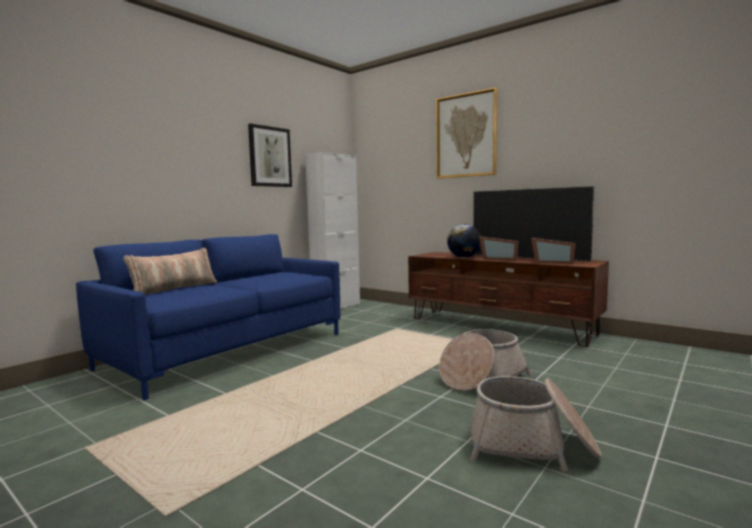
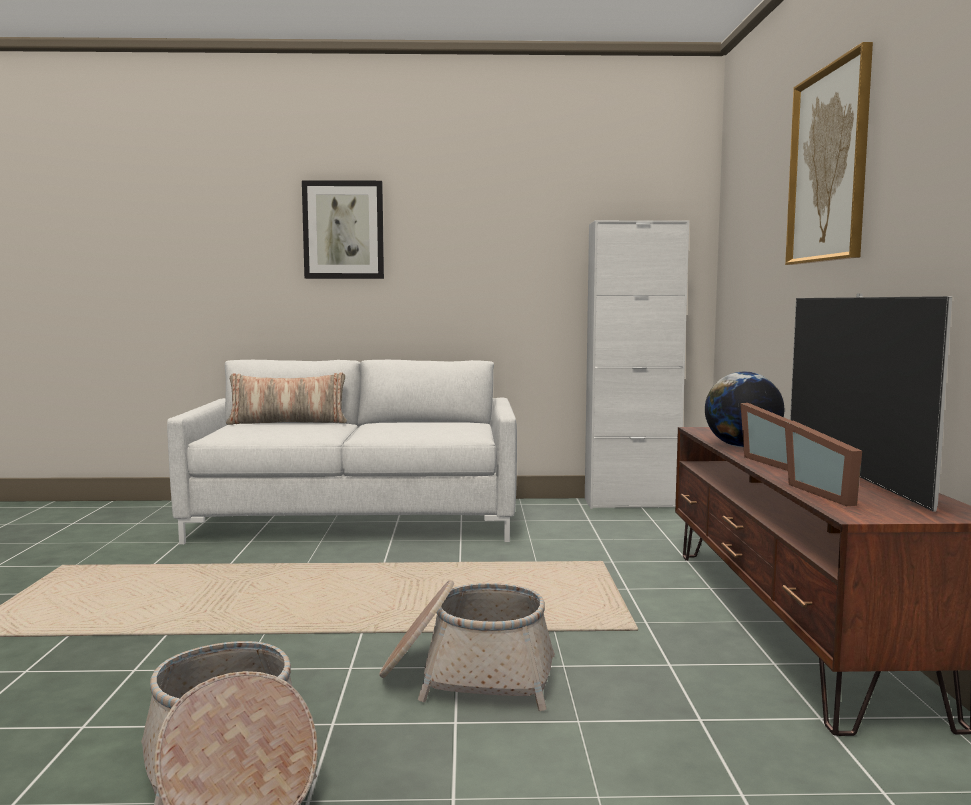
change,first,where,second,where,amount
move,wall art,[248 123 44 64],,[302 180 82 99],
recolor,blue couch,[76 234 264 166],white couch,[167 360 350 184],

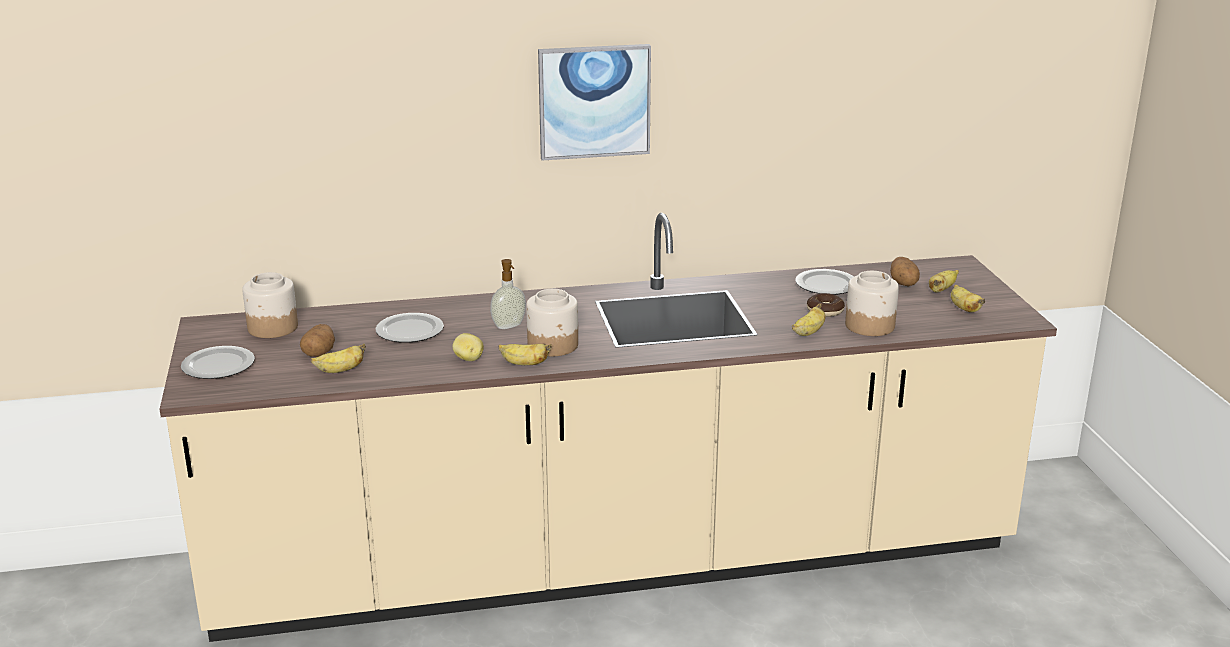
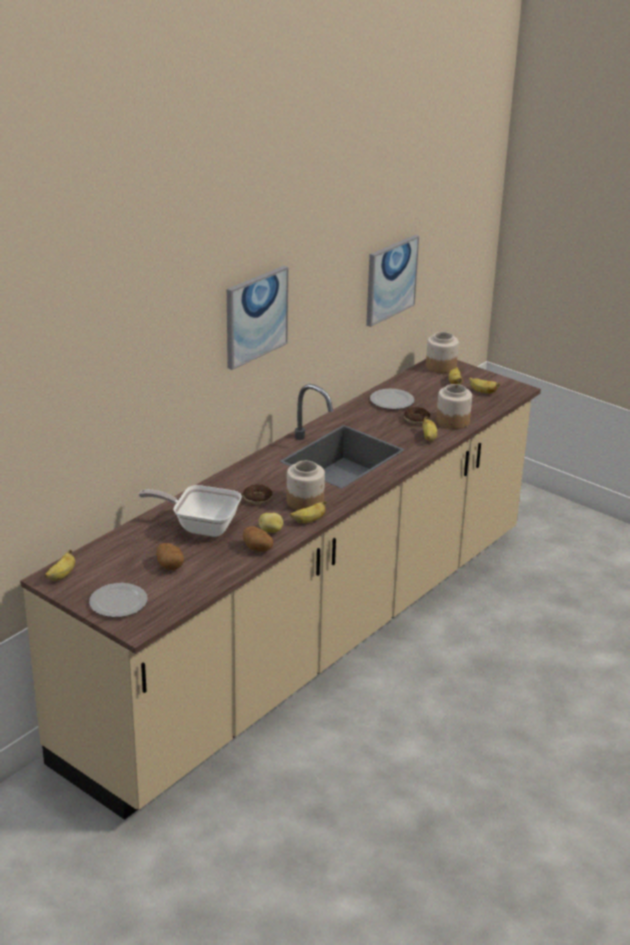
change,first,where,second,where,amount
insert,,,wall art,[366 235 53 92],
move,storage jar,[242 272 56 66],,[426 332 33 41],
move,whole banana,[311 344 55 29],,[45 550 30 31],
move,whole potato,[890 257 30 30],,[243 526 30 26],
replace,dinner plate,[375 313 69 30],frying pan,[138 485 104 52],
replace,liquid soap bottle,[490 259 36 70],ring doughnut,[243 484 29 20],

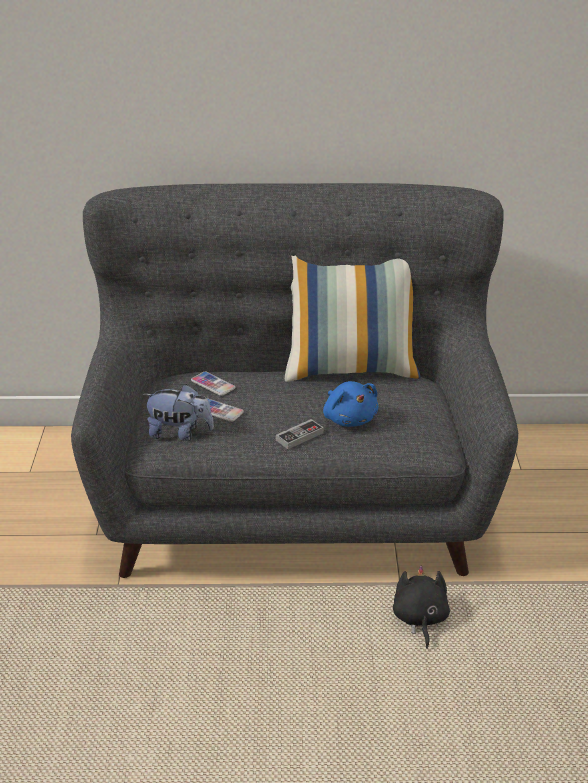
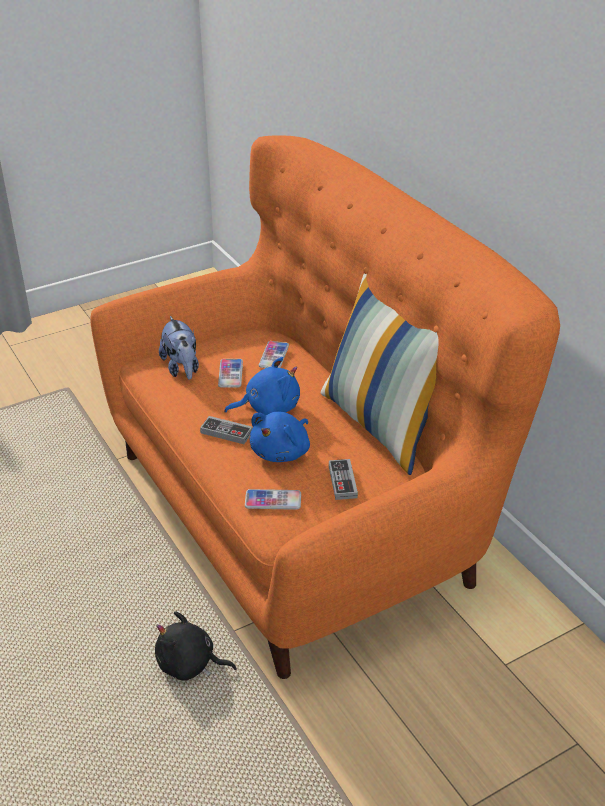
change,first,where,second,where,amount
insert,,,blue plush toy,[224 357 76 58],
insert,,,handset,[245 489 56 21],
insert,,,game controller,[329 459 29 41],
recolor,grey couch,[71 183 447 395],orange couch,[90 135 470 544],
rotate,blackish plush toy,[393 566 57 83],,[155 611 82 69],135 degrees counterclockwise

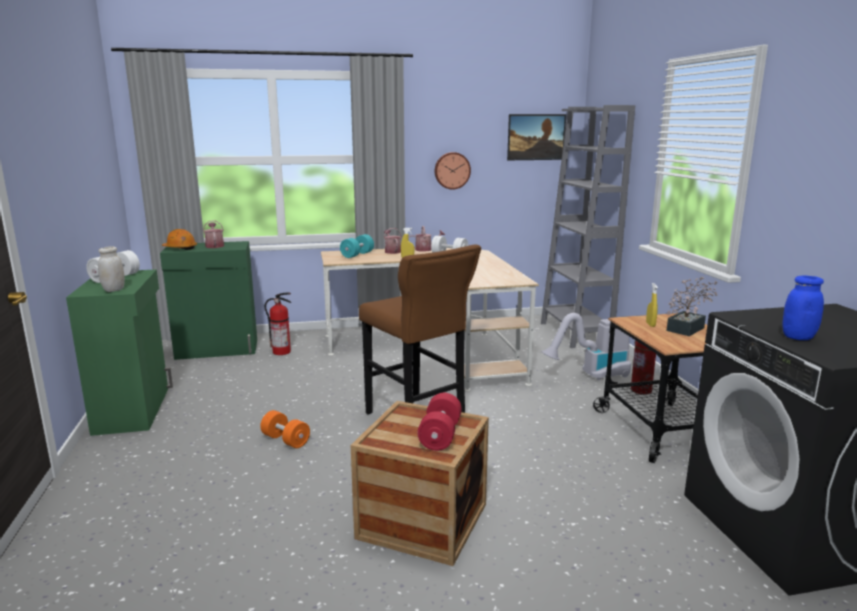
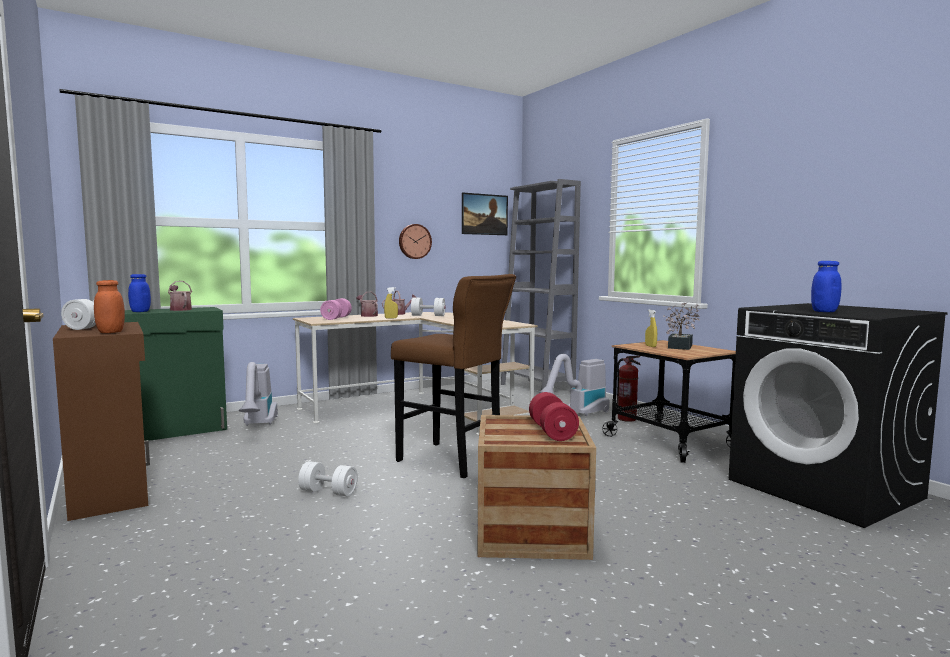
change,first,where,second,where,amount
replace,orange work helmet,[162 229 35 21],blue storage jar,[128 274 23 38],
replace,extinguisher,[265 292 26 63],vacuum,[239 362 39 64],
recolor,green-coloured cupboard,[66 269 107 167],brown-coloured cupboard,[53 322 97 199],
recolor,white storage jar,[98 246 27 46],orange storage jar,[94 280 31 53],
recolor,orange hand weight,[260 410 50 38],white hand weight,[298 461 60 36],
recolor,turquoise-coloured hand weight,[340 234 34 24],pink hand weight,[320 298 32 22],

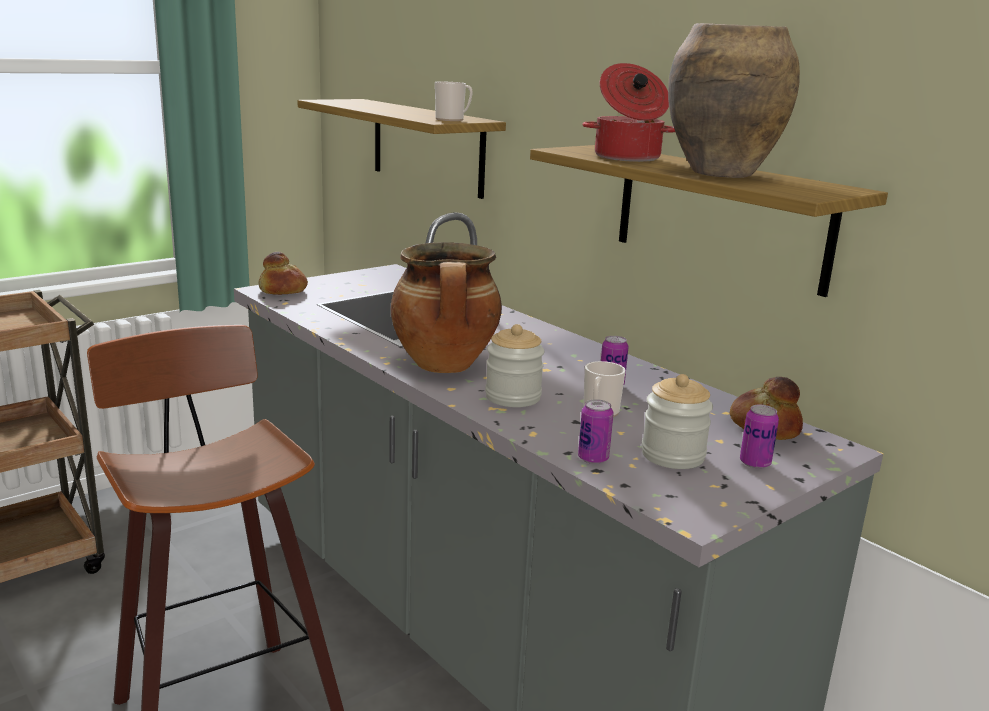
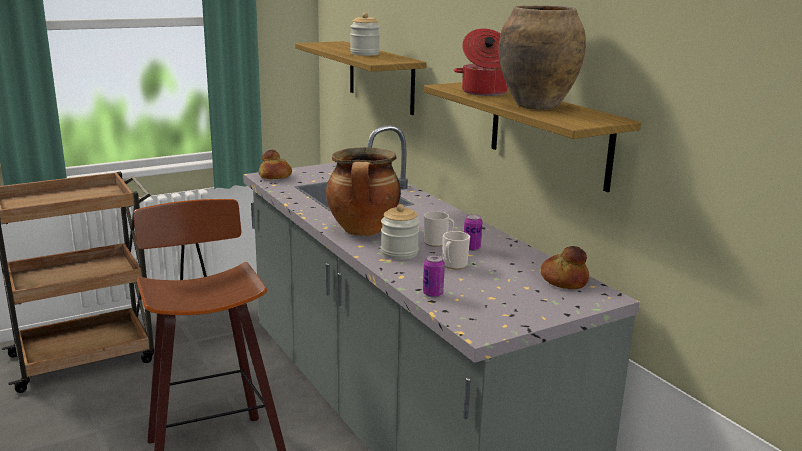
change,first,where,second,where,amount
delete,can,[740 404 39 65],,,
move,tea mug,[435 82 38 39],,[424 211 30 36],
move,storage jar,[641 374 72 95],,[350 13 30 43],

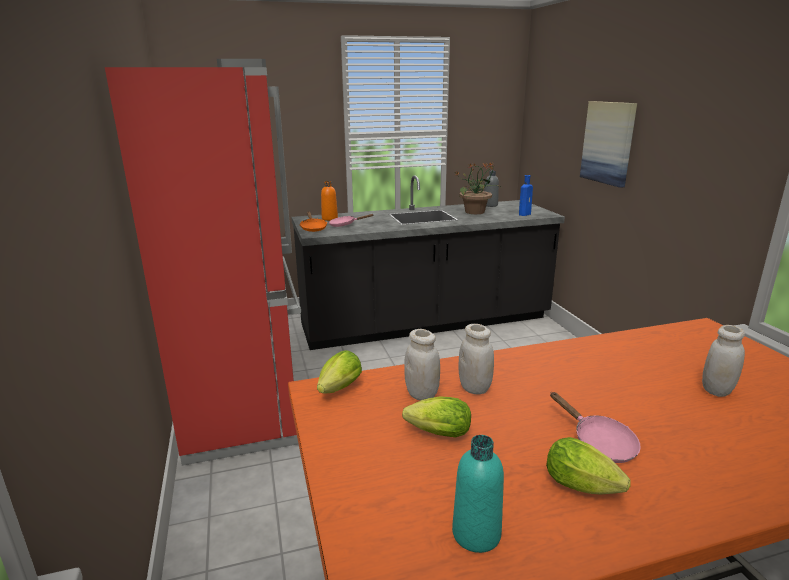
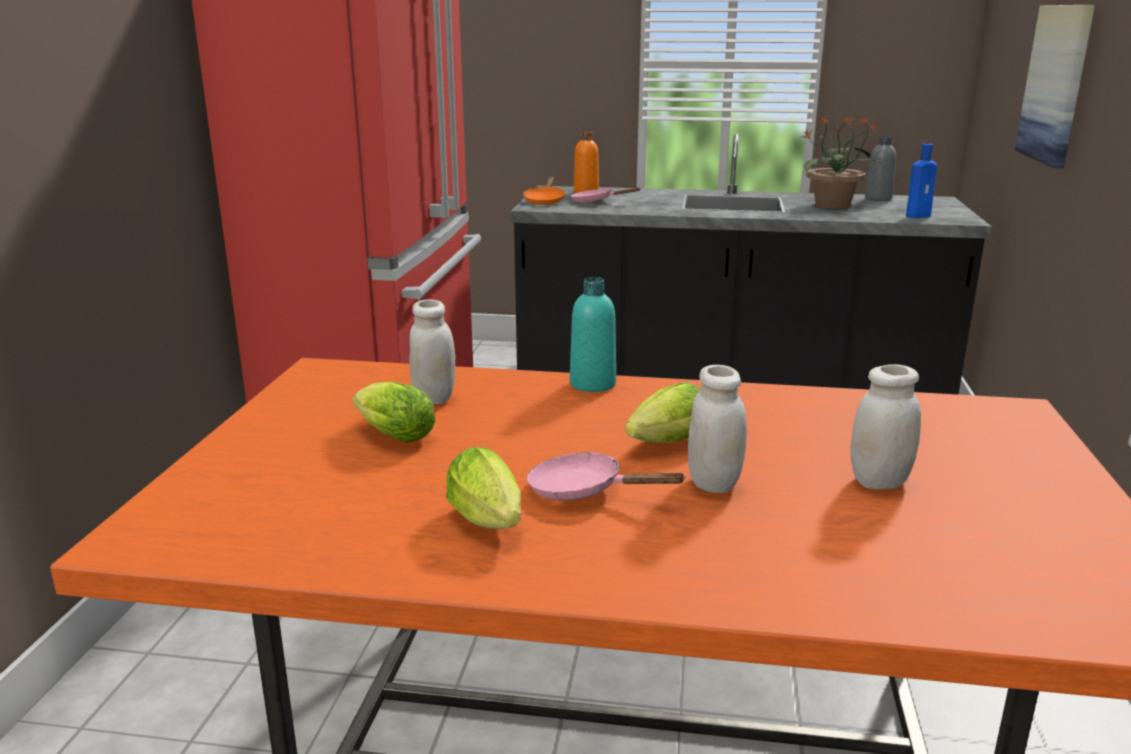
change,first,where,second,where,amount
move,lettuce head,[317 350 45 43],,[626 382 75 61],
move,turquoise-coloured beverage bottle,[452 435 52 118],,[570 277 46 115],
move,white storage jar,[459 324 35 71],,[688 365 59 128],
rotate,pink frying pan,[550 392 91 71],,[527 452 159 49],120 degrees clockwise

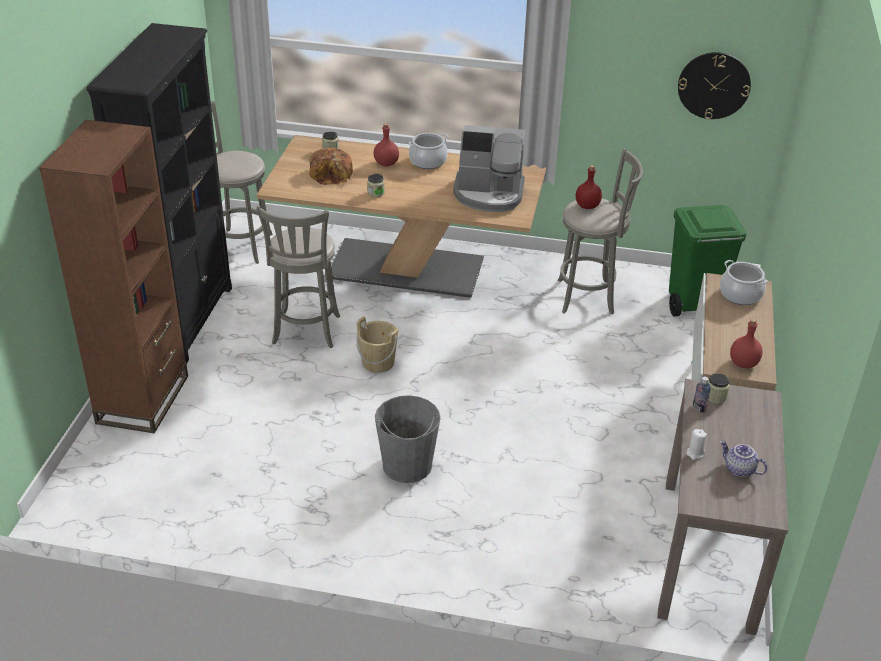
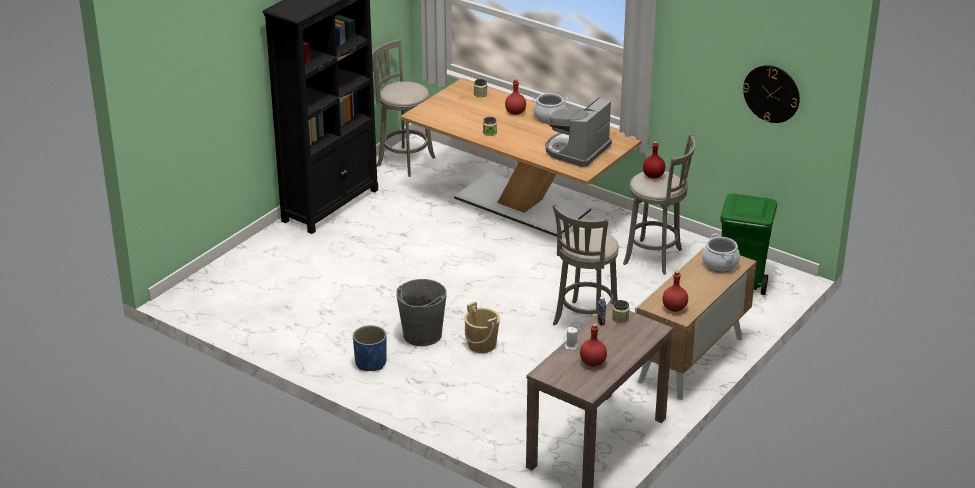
change,first,where,second,where,amount
delete,brown-coloured shelving unit,[39 120 149 313],,,
delete,bread,[309 148 44 37],,,
insert,,,blue planter,[353 325 34 46],
move,grey stool,[256 206 84 142],,[553 204 66 121],
move,beige-coloured bucket,[357 316 42 57],,[464 301 36 52],
replace,teapot,[720 440 47 37],red-coloured beverage bottle,[580 323 27 44],
rotate,coffee machine,[453 125 72 87],,[546 97 66 70],90 degrees clockwise

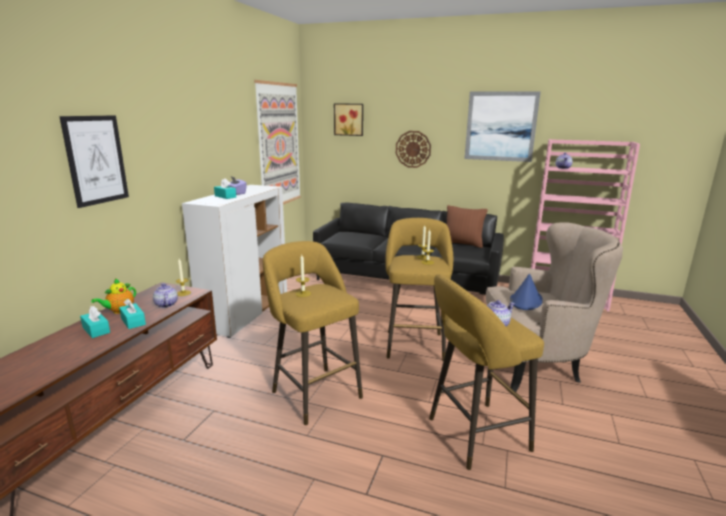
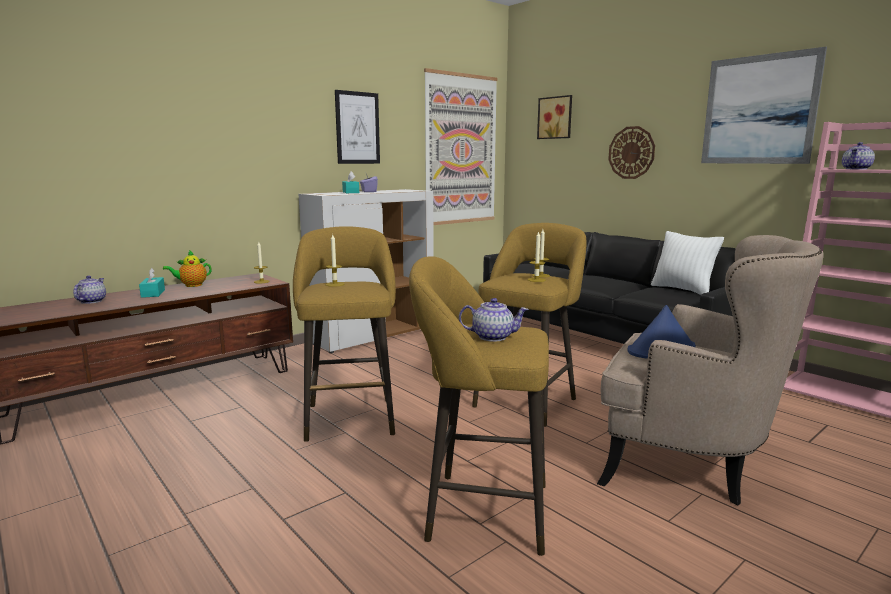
change,first,where,second,where,amount
delete,turquoise-coloured box of tissues,[119 299 27 30],,,
move,wall art,[59 115 70 93],,[335 90 45 74],
move,teapot,[153 283 25 25],,[73 276 33 28],
recolor,brown-coloured pillow,[447 205 41 43],white pillow,[651 231 73 64],

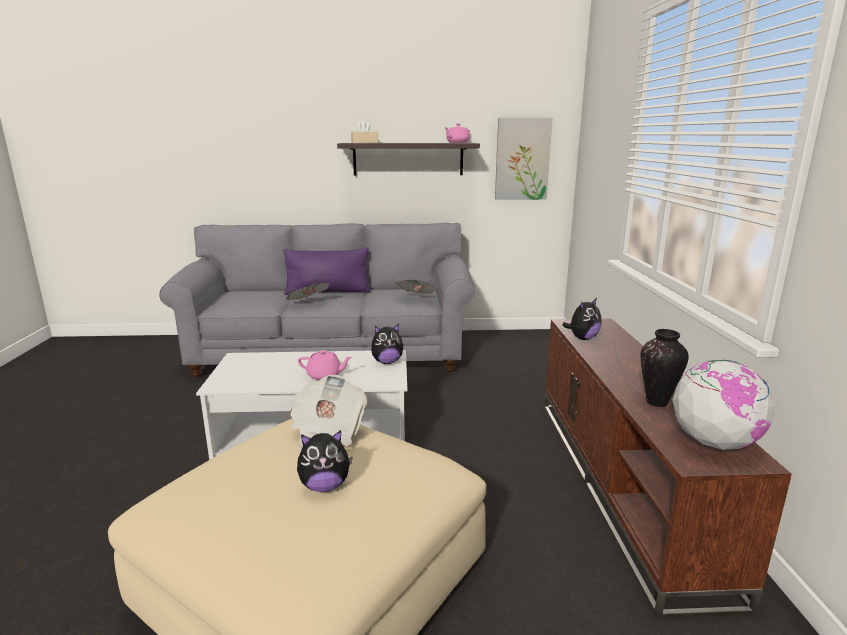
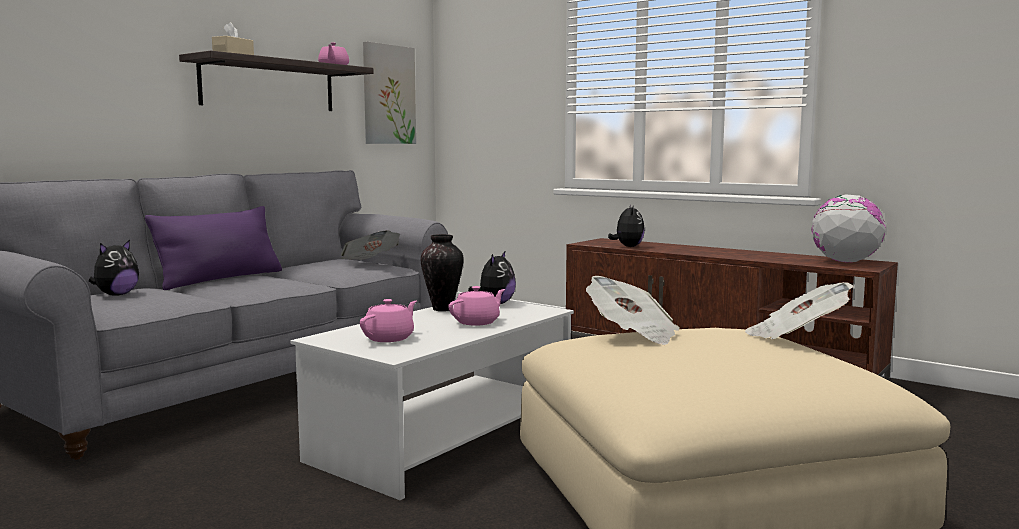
change,first,where,second,where,amount
insert,,,pink teapot,[360 299 57 43],
move,printed paper,[286 283 43 17],,[745 282 109 57],
move,plush toy,[297 430 56 62],,[89 240 50 56],
move,flower vase,[641 329 48 78],,[421 234 43 77],

